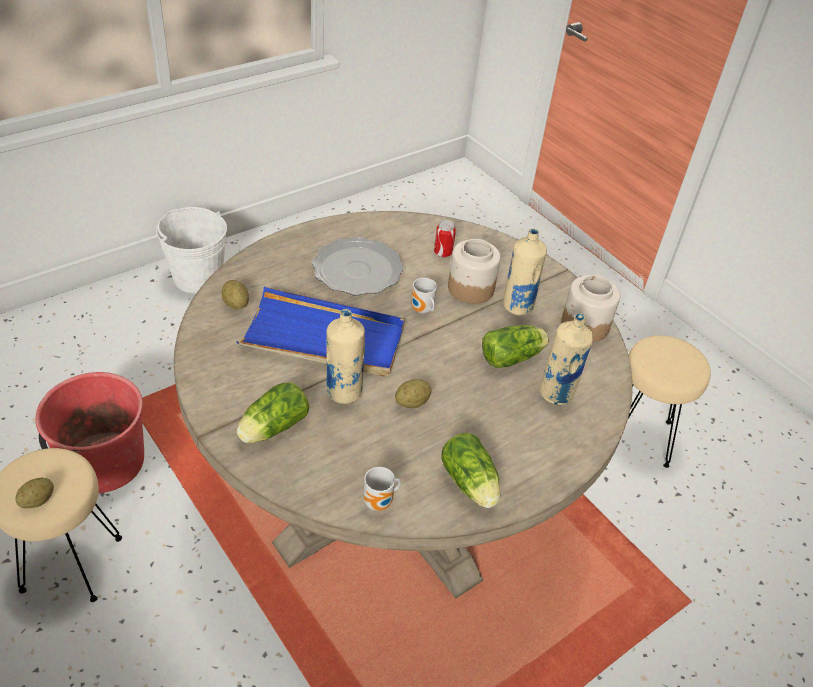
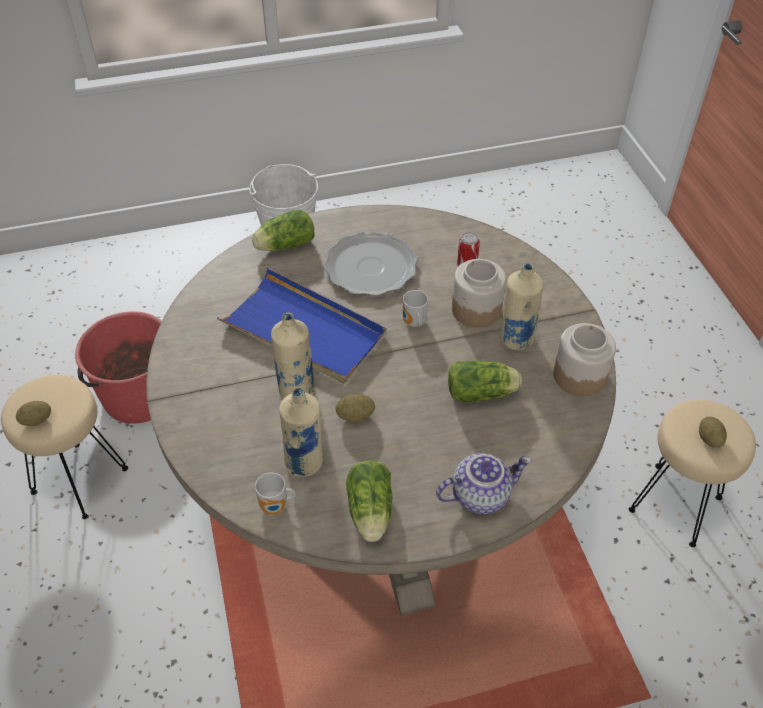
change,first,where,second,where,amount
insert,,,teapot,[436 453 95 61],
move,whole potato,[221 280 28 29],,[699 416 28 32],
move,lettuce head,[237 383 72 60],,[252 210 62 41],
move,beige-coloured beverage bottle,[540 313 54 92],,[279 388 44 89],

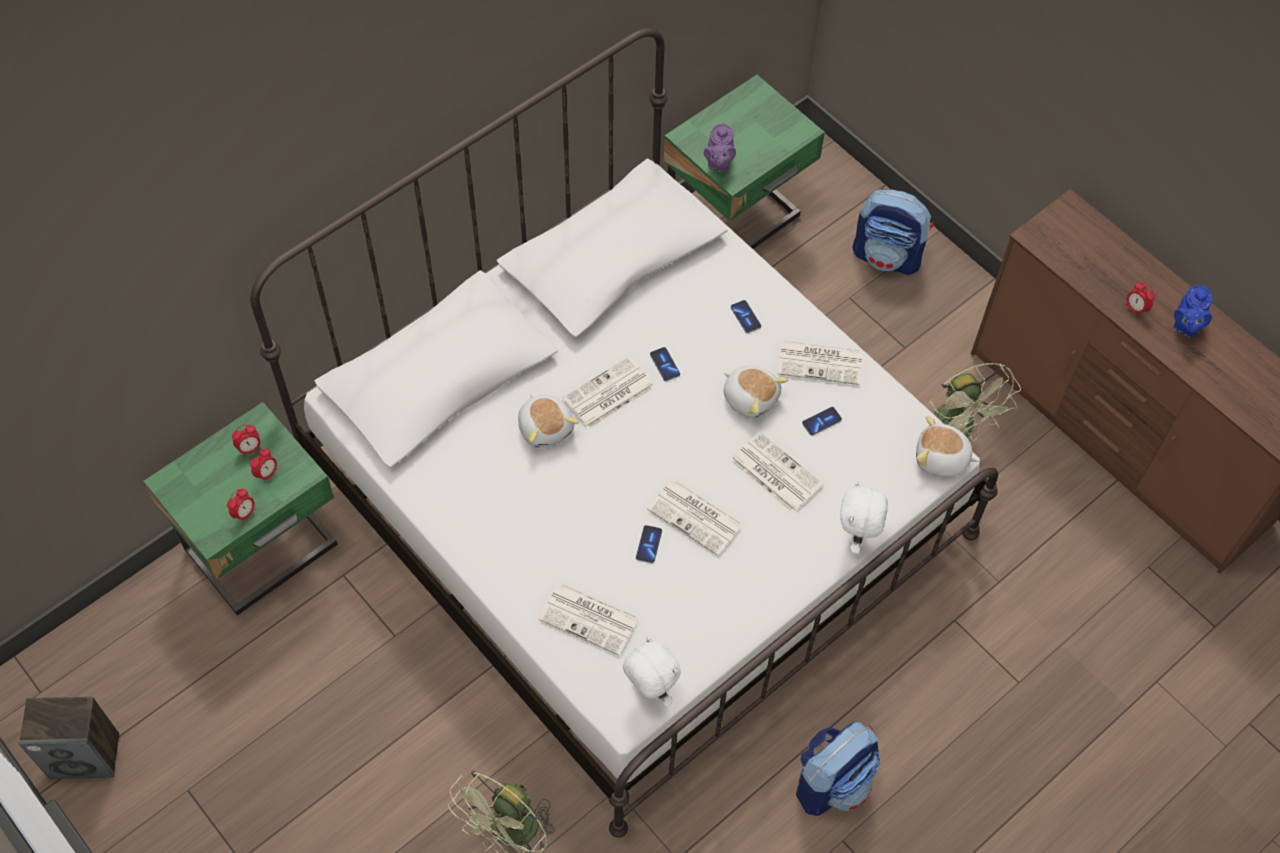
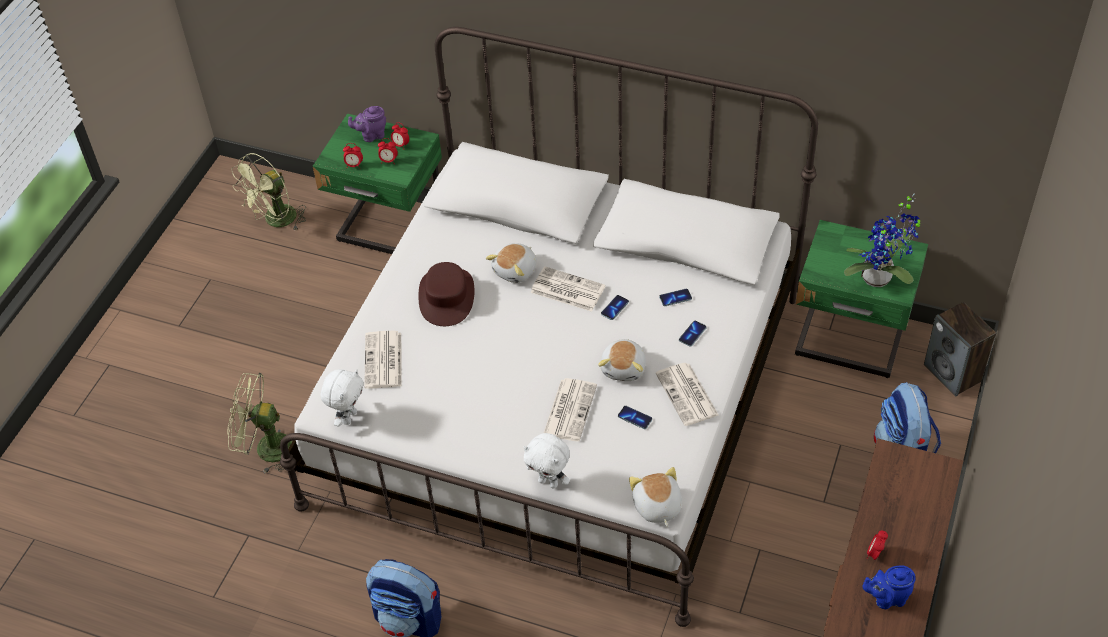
change,first,where,second,where,amount
delete,printed paper,[647 479 96 77],,,
insert,,,brown-coloured wearable hat,[419 262 55 64],
insert,,,potted plant,[844 193 76 94],
move,speaker,[18 697 101 82],,[924 302 72 94],
move,handset,[636 525 26 38],,[659 289 33 17],
move,purple-coloured teapot,[704 123 32 50],,[348 106 38 36],
move,green-coloured cooling fan,[928 363 93 78],,[231 153 75 77],
rotate,white plush toy,[840 481 48 73],,[524 433 46 55],135 degrees counterclockwise

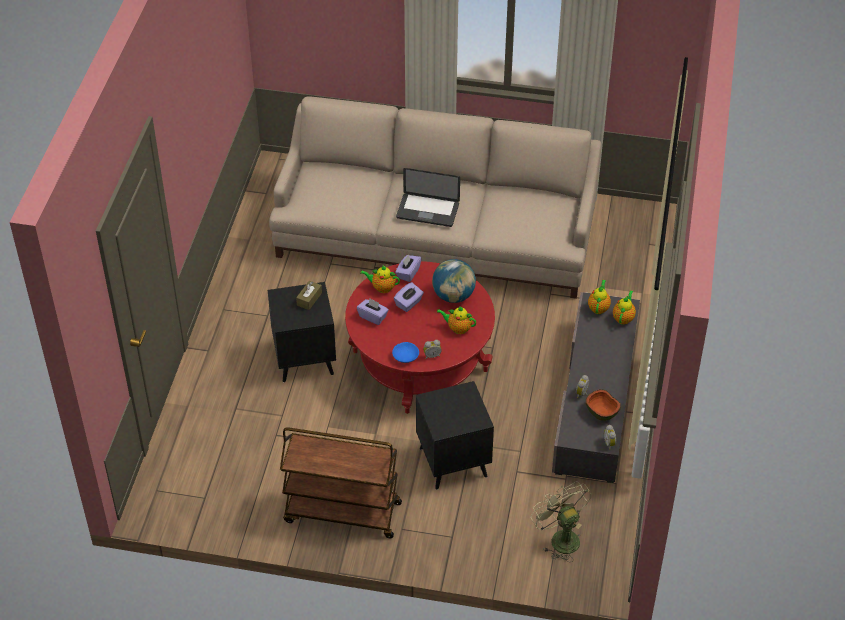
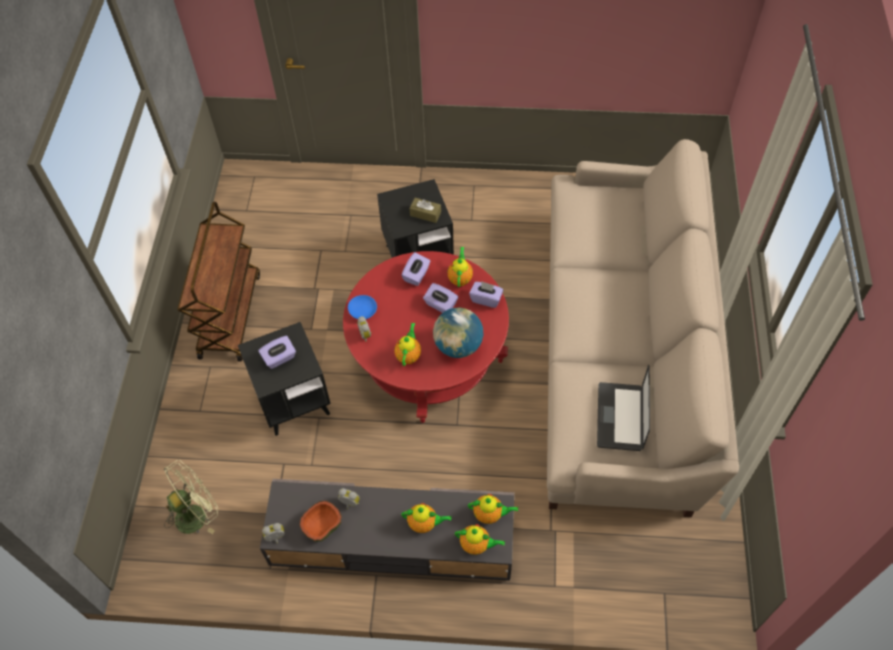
change,first,where,second,where,amount
insert,,,purple-coloured box of tissues,[258 336 38 33],
insert,,,teapot,[401 503 51 30],
move,portable computer,[396 168 64 59],,[597 365 53 86],

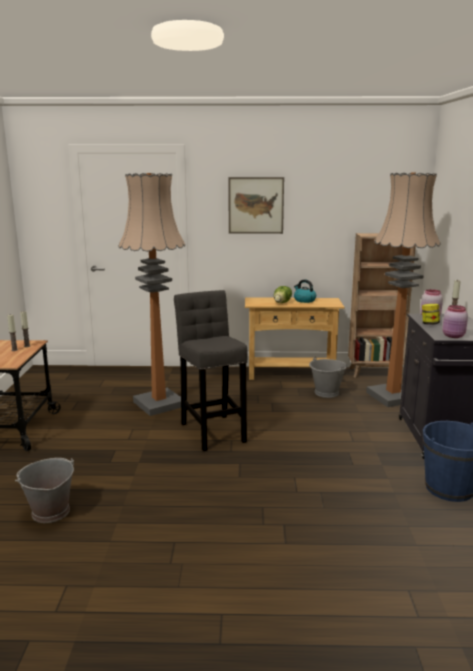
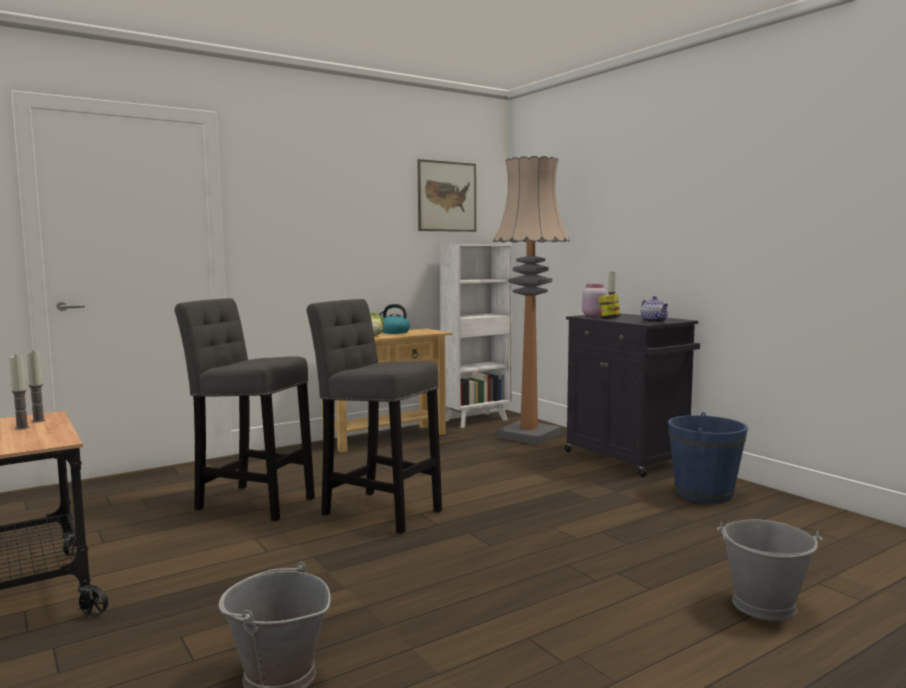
change,first,where,second,where,amount
move,wall art,[228 177 56 57],,[418 159 58 73],
move,grey bucket,[309 357 38 41],,[717 519 106 102],
replace,standard lamp,[119 173 66 243],grey stool,[175 298 140 223],
replace,pink storage jar,[442 305 26 33],teapot,[641 296 27 27],
recolor,brown-coloured shelving unit,[348 233 68 145],white shelving unit,[440 244 72 184],

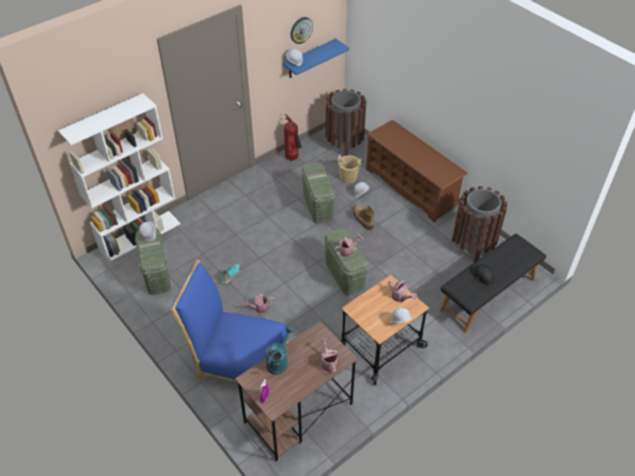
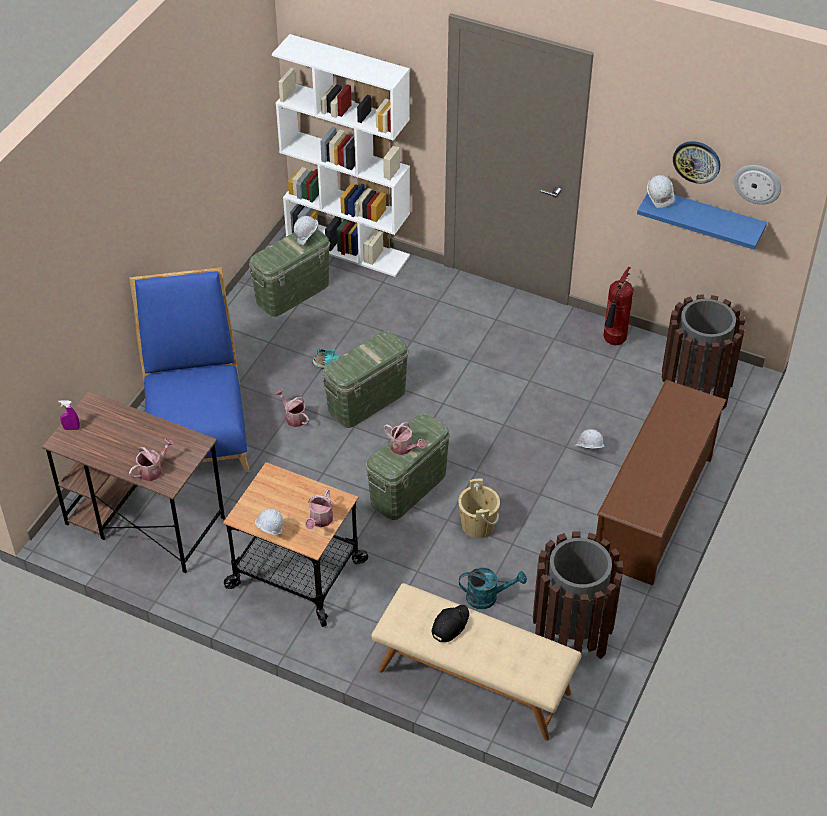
change,first,where,second,where,amount
delete,tall boot,[353 205 21 25],,,
insert,,,wall clock,[734 165 47 40],
move,turquoise-coloured watering pot,[266 326 28 48],,[459 567 68 42],
move,green-coloured storage box,[302 162 33 62],,[322 331 87 97],
move,beige-coloured bucket,[338 155 23 29],,[458 479 42 59],
recolor,blackish indoor bench,[440 234 106 99],beige-coloured indoor bench,[371 583 211 158],

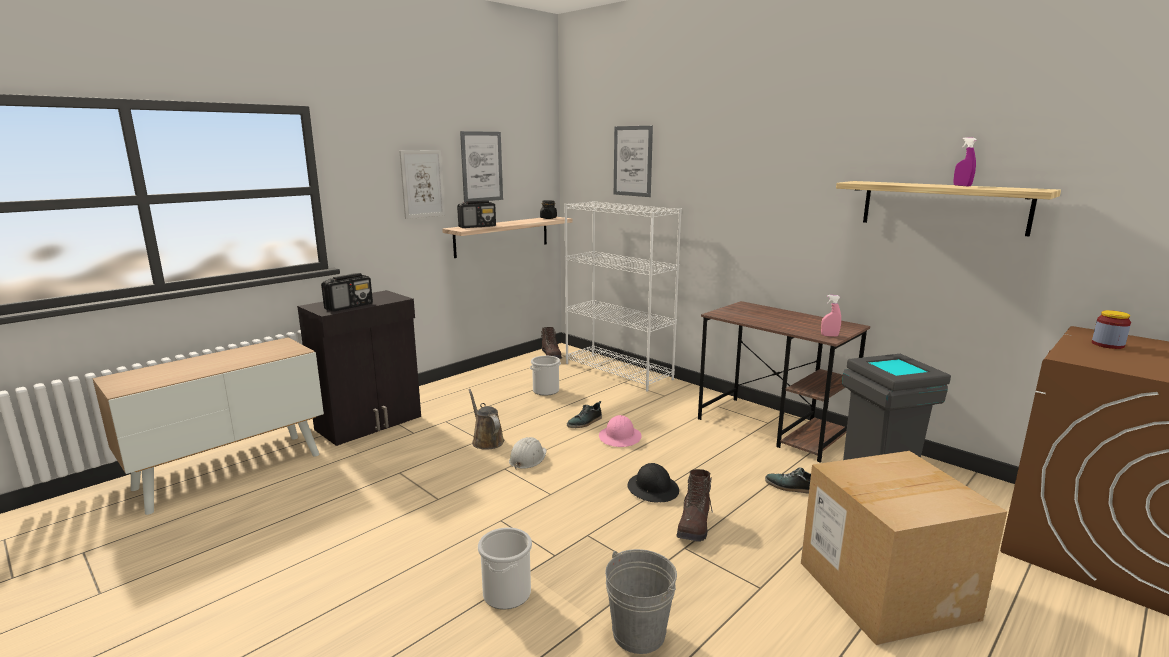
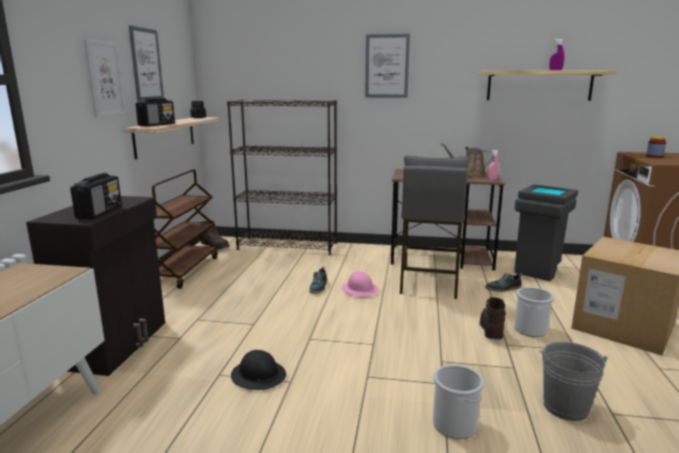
change,first,where,second,where,amount
delete,white work helmet,[509 437 38 33],,,
insert,,,brown-coloured trolley,[152 169 66 120],
insert,,,grey stool,[400 156 69 143],
move,brown-coloured watering pot,[468 389 36 61],,[440 143 54 35],
move,bucket,[530 356 31 40],,[514 287 40 50],
move,wall art,[614 126 39 71],,[365 34 45 64],
move,blackish work helmet,[627 463 52 39],,[231 350 55 40],
recolor,white shelving unit,[564 201 118 191],blackish shelving unit,[227 100 110 155],
rotate,brown-coloured tall boot,[676 469 37 73],,[480 297 26 43],150 degrees counterclockwise

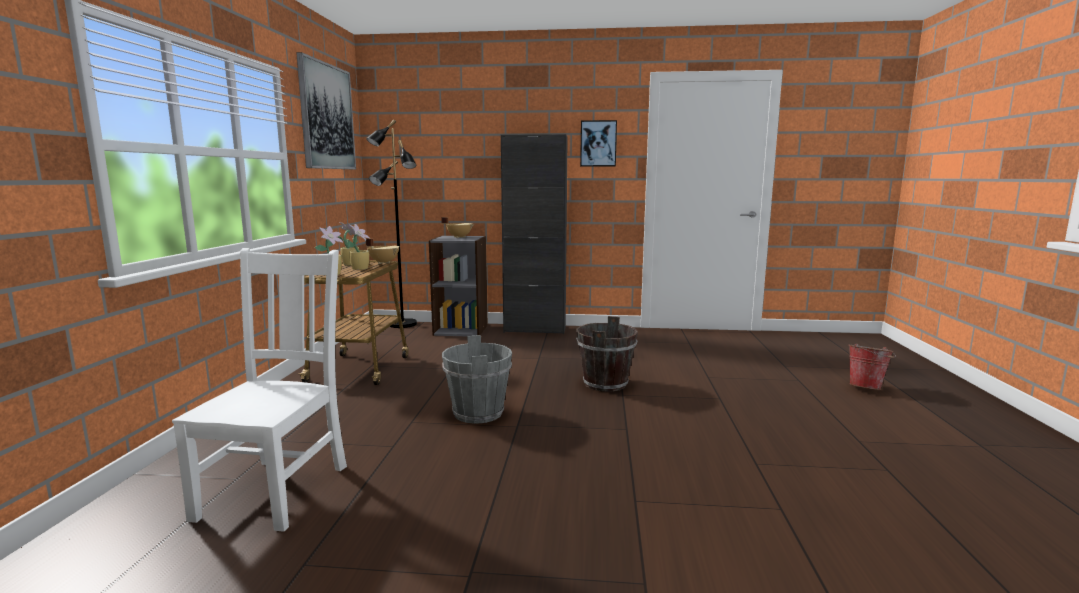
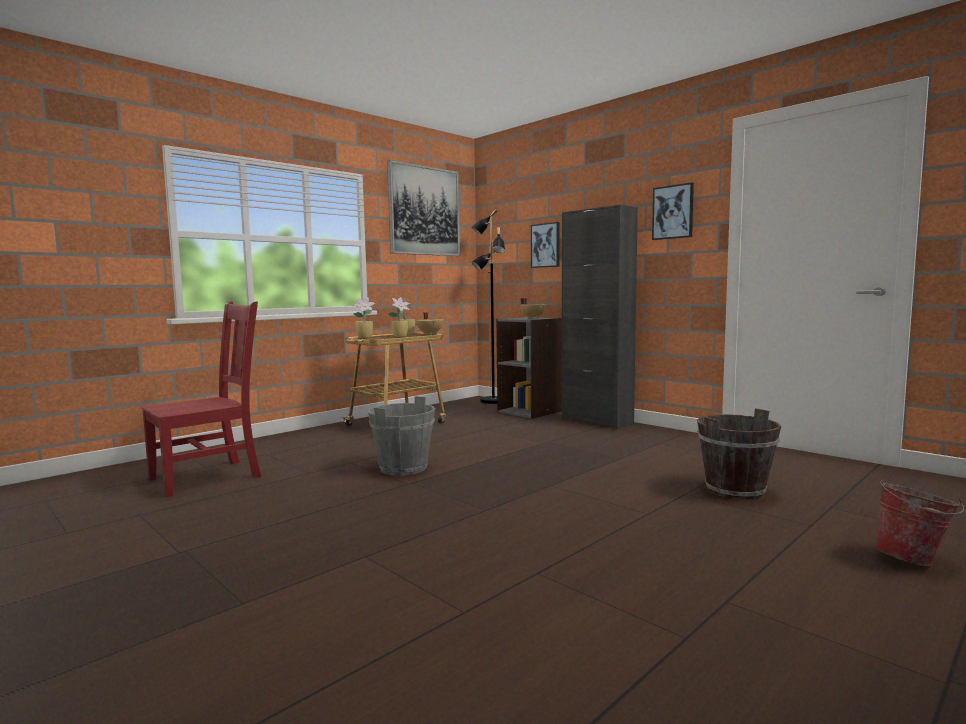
change,first,where,second,where,amount
insert,,,wall art,[531 222 29 46],
move,brown-coloured bucket,[576 316 62 76],,[697 408 84 92],
recolor,white plain chair,[172 248 175 284],red-coloured plain chair,[142 301 119 196],

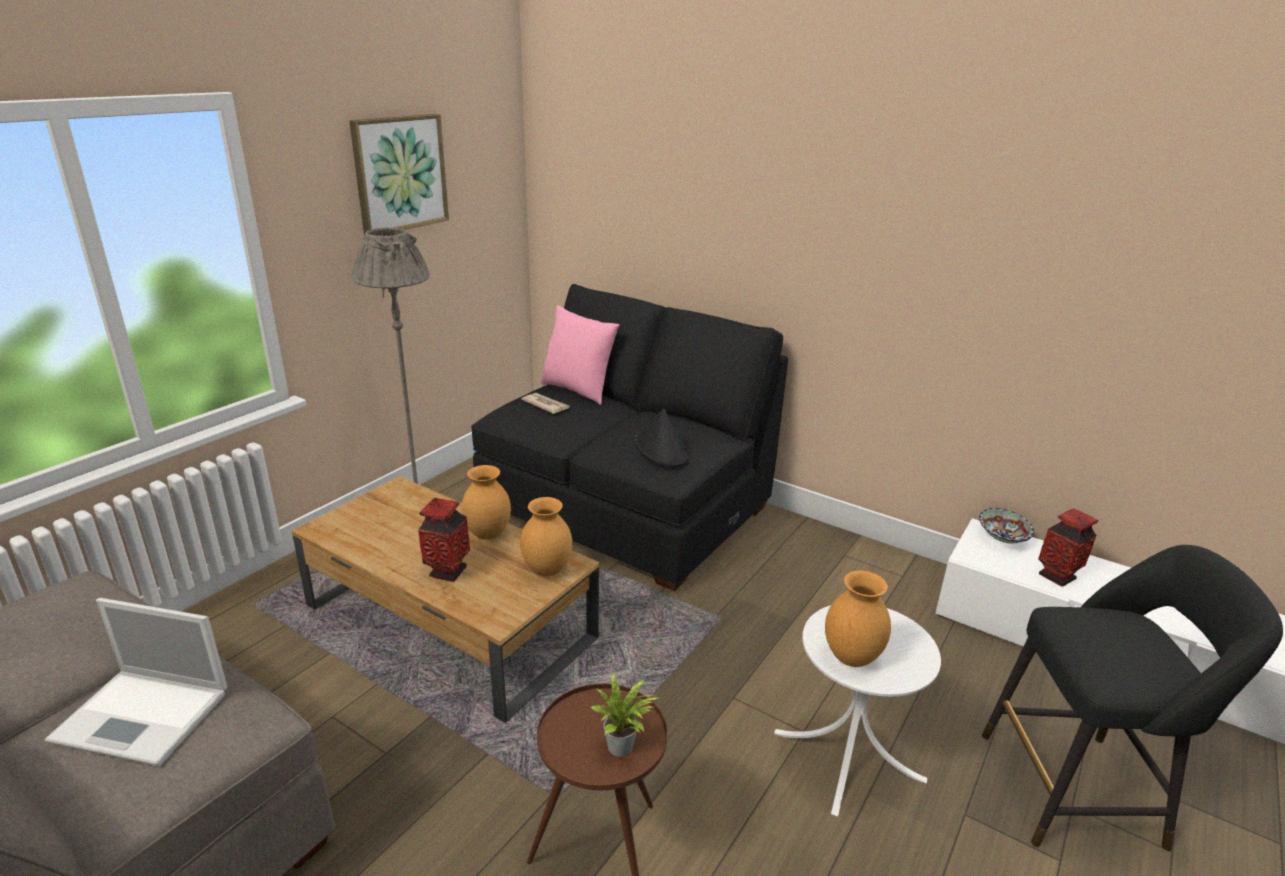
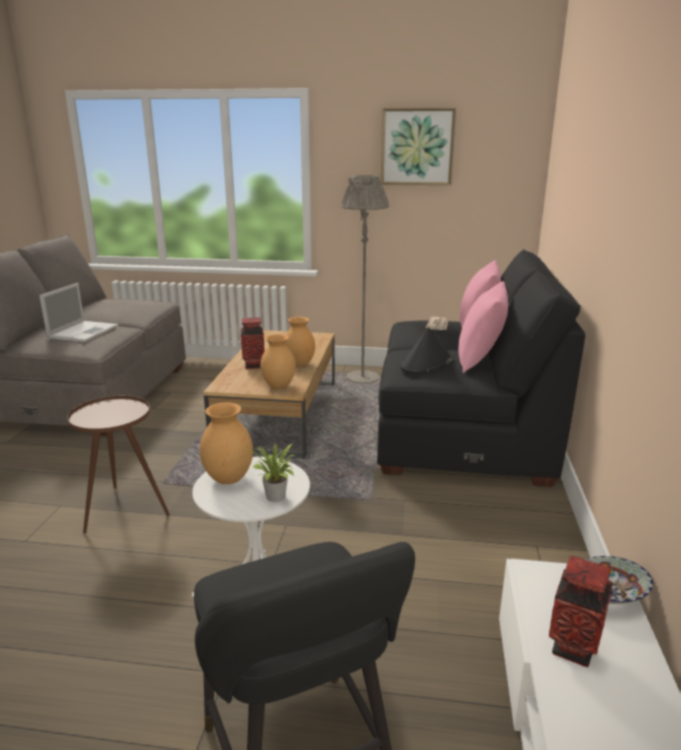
change,first,where,second,where,amount
insert,,,pink pillow,[459 281 49 92],
move,potted plant,[591 671 68 86],,[248 442 46 60],
rotate,portable computer,[44 598 183 168],,[39 283 79 59],150 degrees counterclockwise

